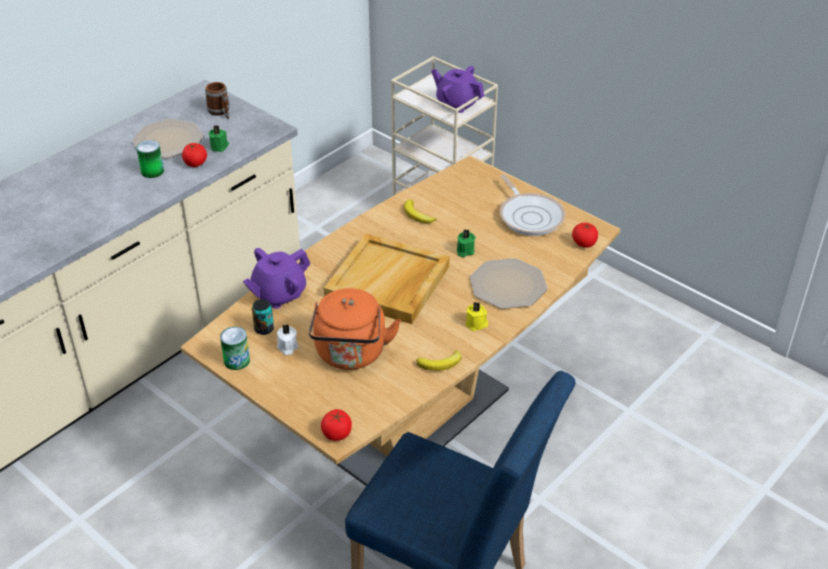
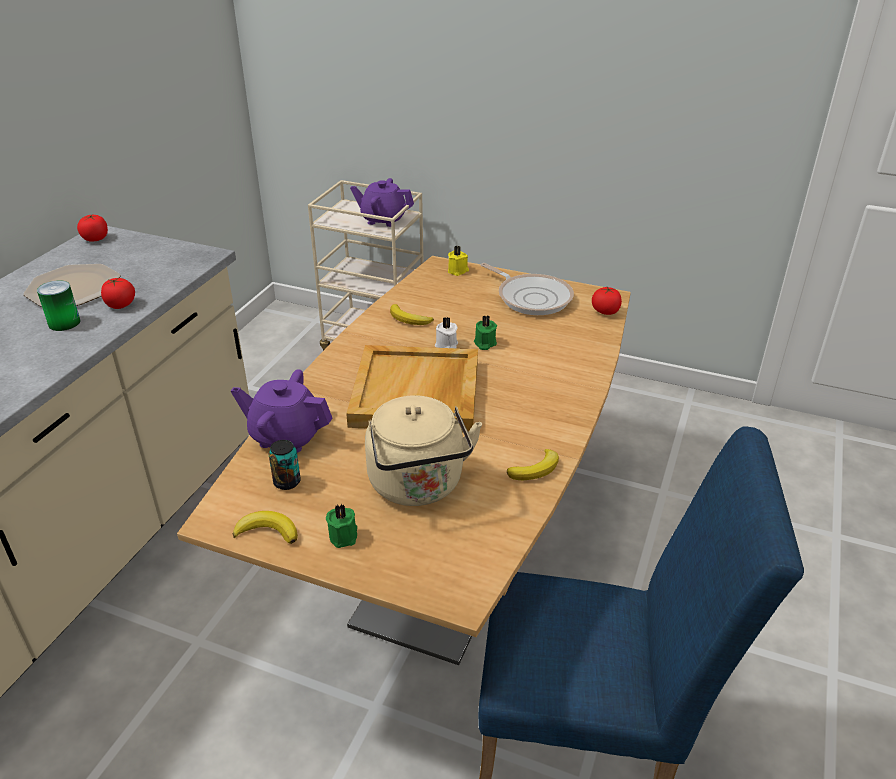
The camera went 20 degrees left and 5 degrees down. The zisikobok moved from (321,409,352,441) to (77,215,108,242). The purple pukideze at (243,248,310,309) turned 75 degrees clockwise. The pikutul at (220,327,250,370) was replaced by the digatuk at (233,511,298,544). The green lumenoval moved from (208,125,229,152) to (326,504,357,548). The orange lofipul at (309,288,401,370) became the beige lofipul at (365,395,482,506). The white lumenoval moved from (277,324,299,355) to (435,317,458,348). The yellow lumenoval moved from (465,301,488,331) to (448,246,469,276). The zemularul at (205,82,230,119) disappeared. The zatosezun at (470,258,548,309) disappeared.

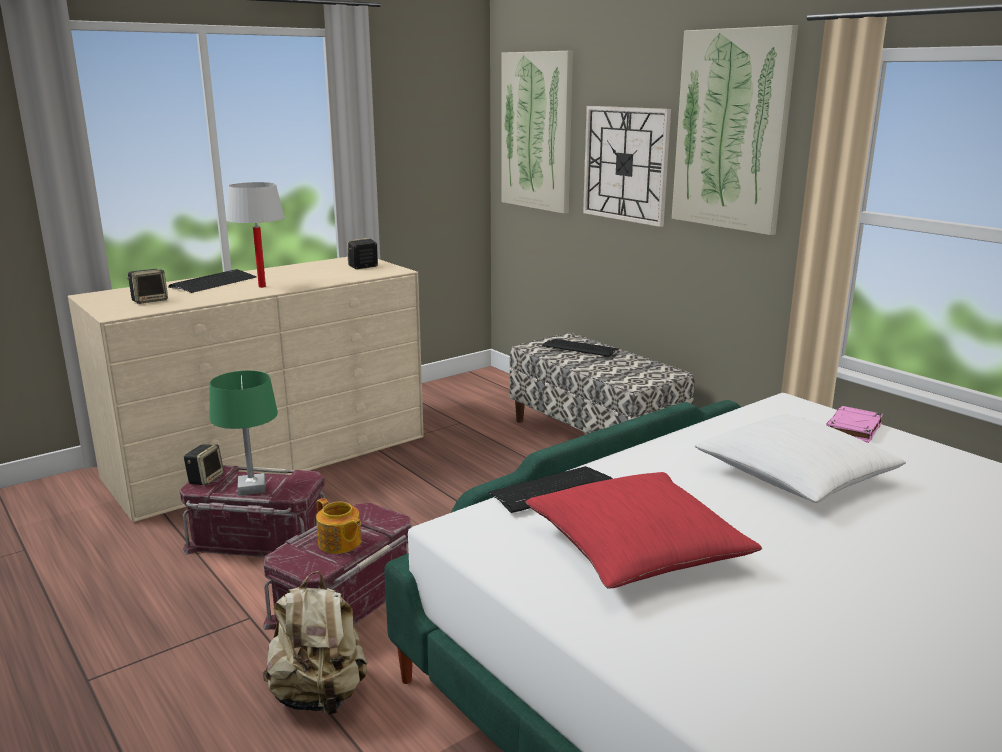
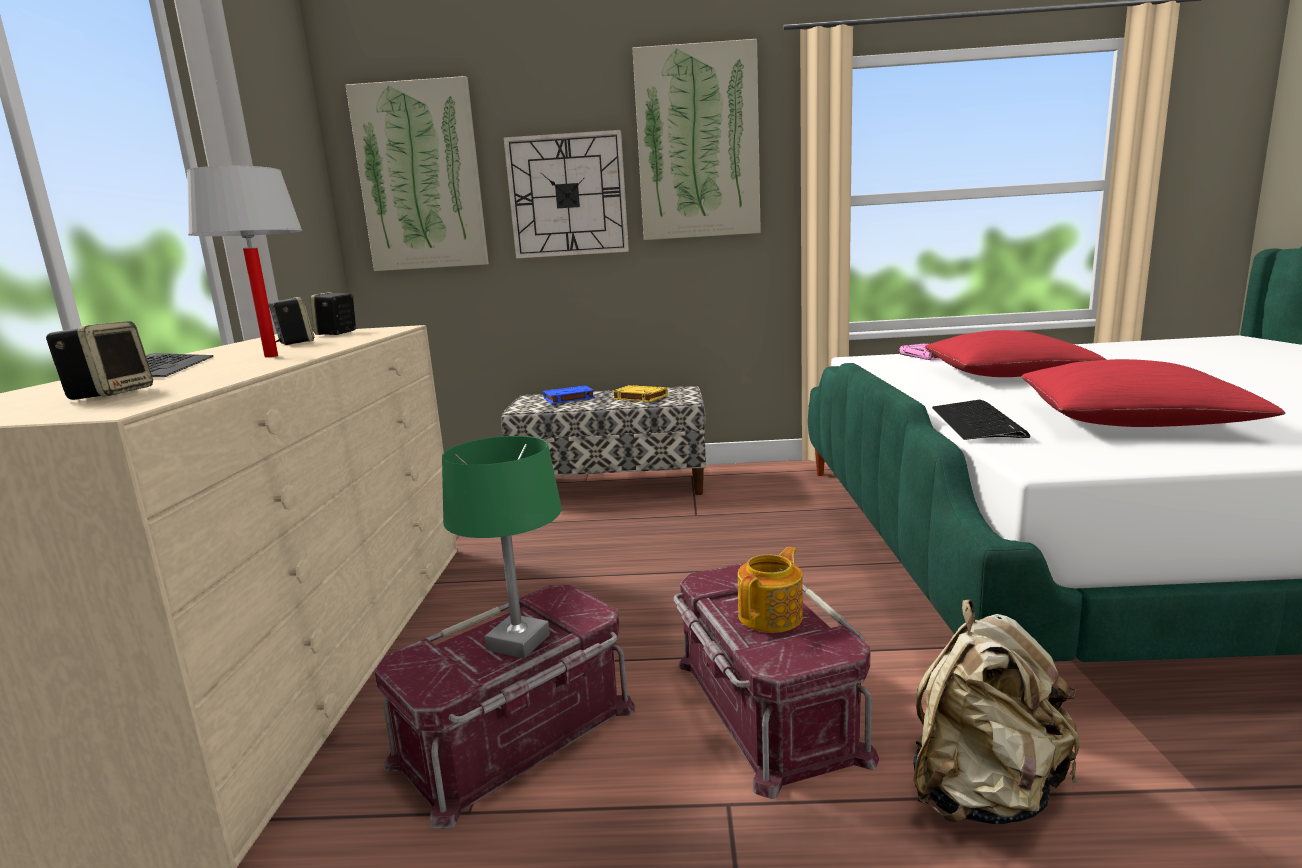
The camera went 50 degrees left and 5 degrees down. The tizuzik moved from (184,444,224,486) to (268,297,315,345). The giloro at (542,339,619,357) was replaced by the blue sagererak at (543,386,595,404). The yellow sagererak at (612,385,668,402) appeared. The pukideze at (316,498,361,554) turned 45 degrees counterclockwise. The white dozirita at (695,414,906,503) became the red dozirita at (925,330,1106,377).

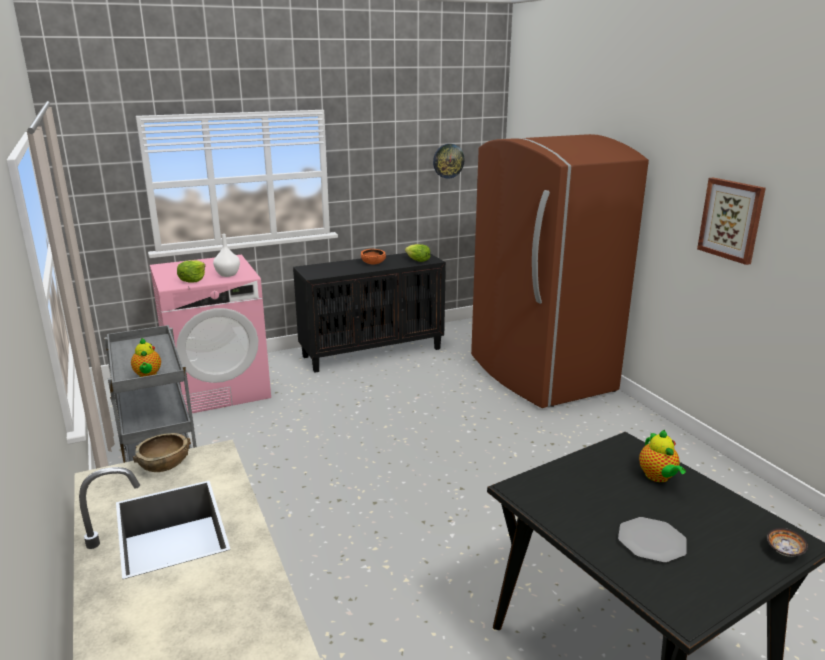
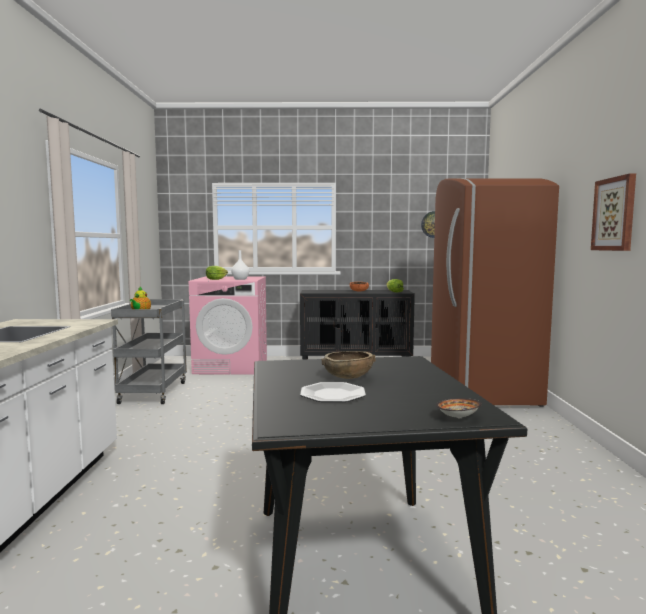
The camera went 25 degrees right and 15 degrees down. The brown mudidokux moved from (133,433,191,472) to (321,351,376,379). The pukideze at (639,430,686,482) disappeared.

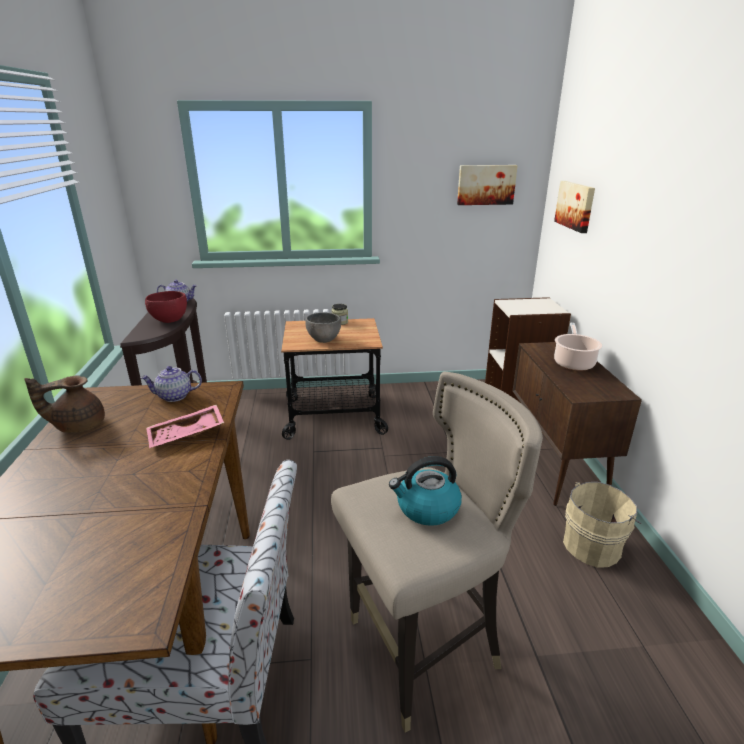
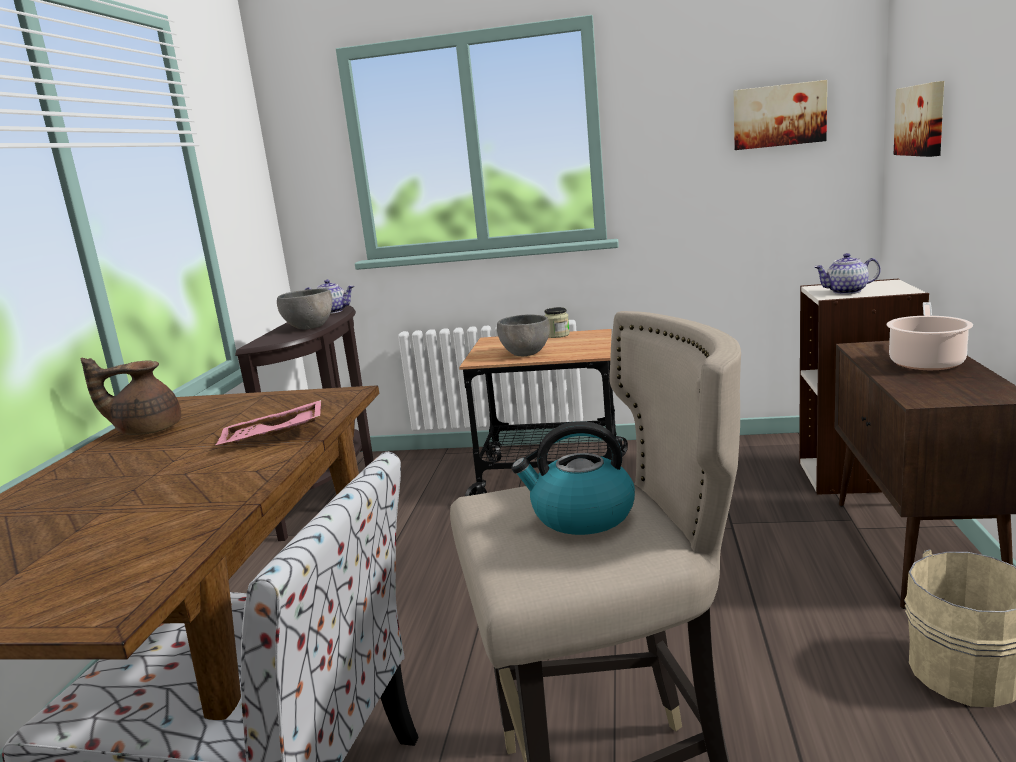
The camera went 15 degrees right and 10 degrees down. The red mudidokux at (145,291,187,323) became the grey mudidokux at (277,289,332,330). The pukideze moved from (140,366,202,402) to (814,253,881,294).

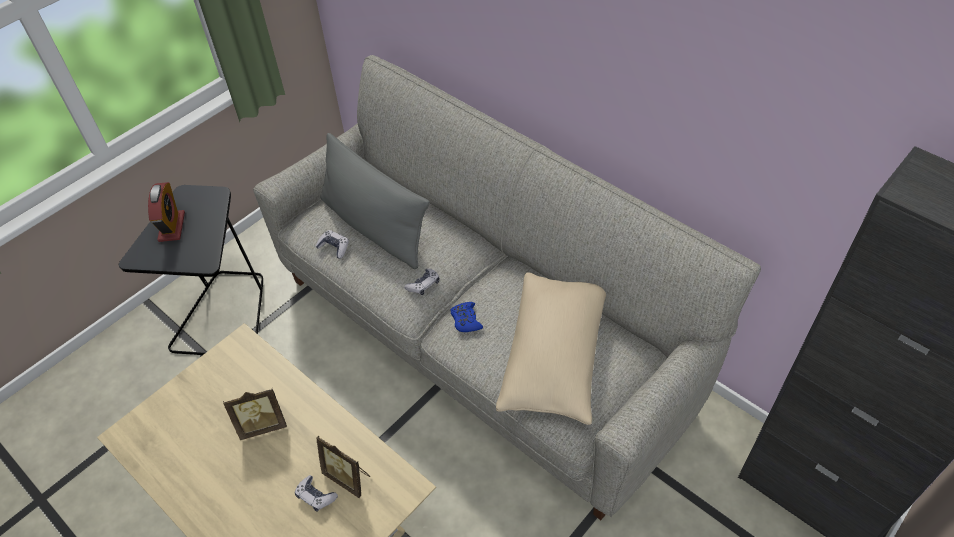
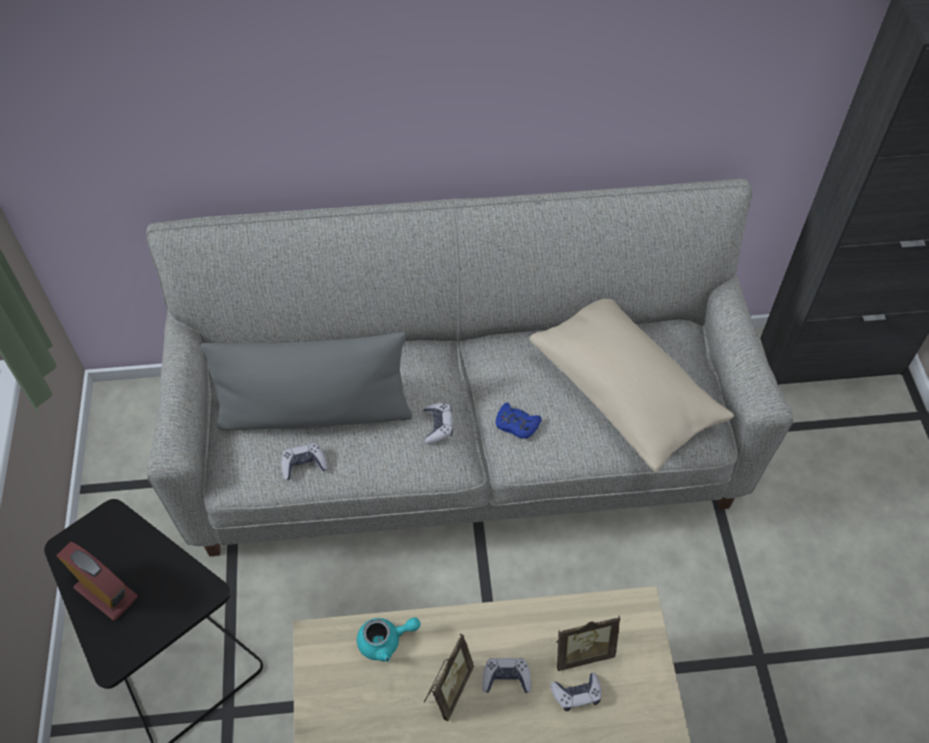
The camera went 50 degrees left and 5 degrees up. The turquoise pukideze at (357,617,421,662) appeared. The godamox at (482,658,531,693) appeared.

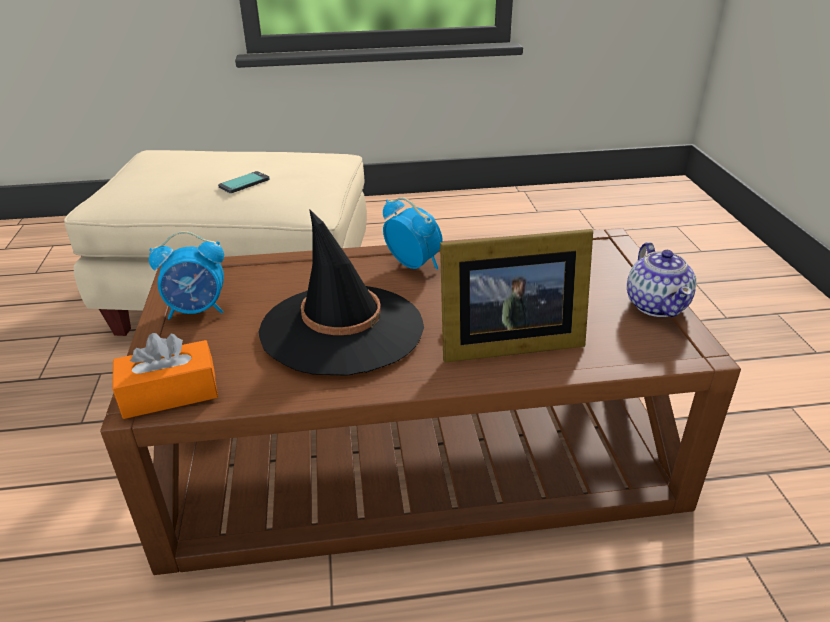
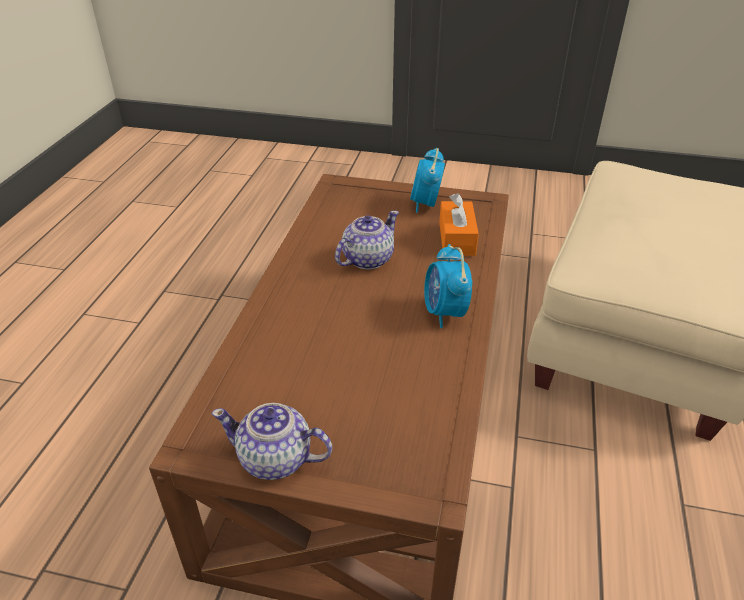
The camera went 110 degrees right and 5 degrees up. The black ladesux at (258,209,424,376) was replaced by the pukideze at (335,211,399,269). The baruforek at (383,197,443,270) turned 105 degrees clockwise. The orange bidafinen moved from (112,333,218,419) to (439,193,479,256). The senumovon at (218,171,270,193) disappeared. The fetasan at (440,229,593,363) disappeared.

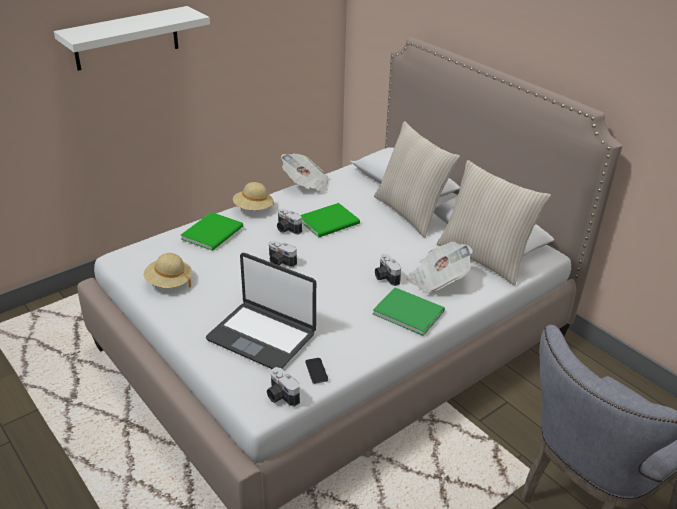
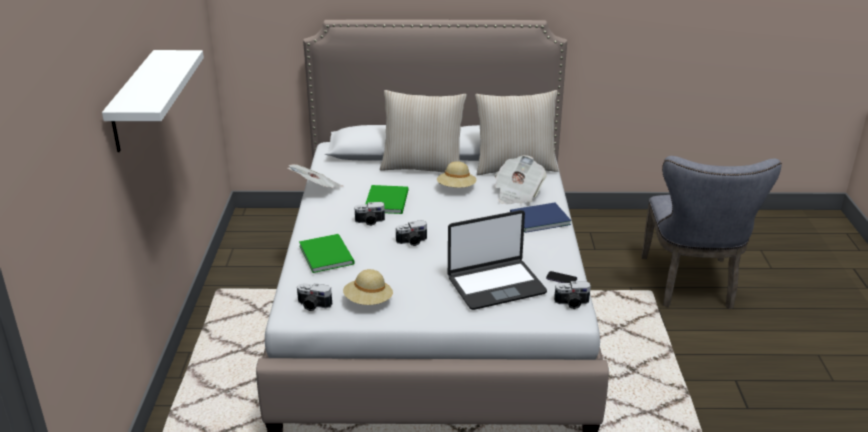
The camera went 50 degrees left and 5 degrees down. The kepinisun moved from (375,254,401,286) to (297,283,332,311). The beige ladesux moved from (233,182,274,210) to (437,161,476,188). The green sagererak at (373,288,445,336) became the blue sagererak at (510,203,571,233).

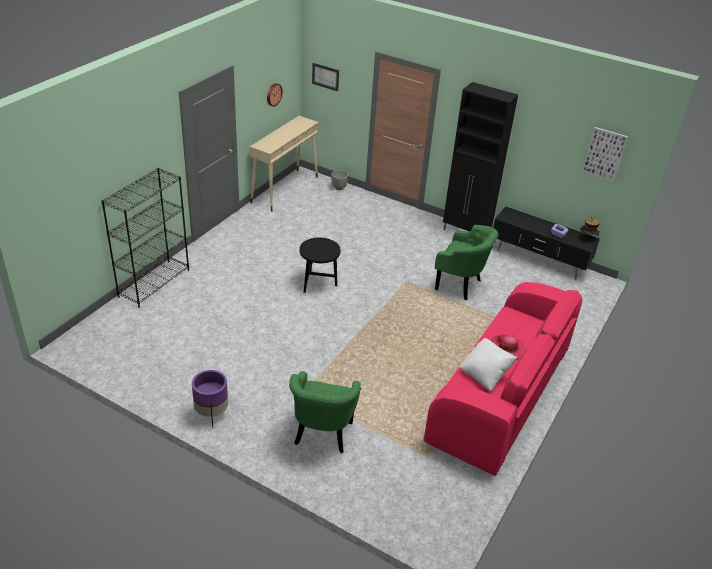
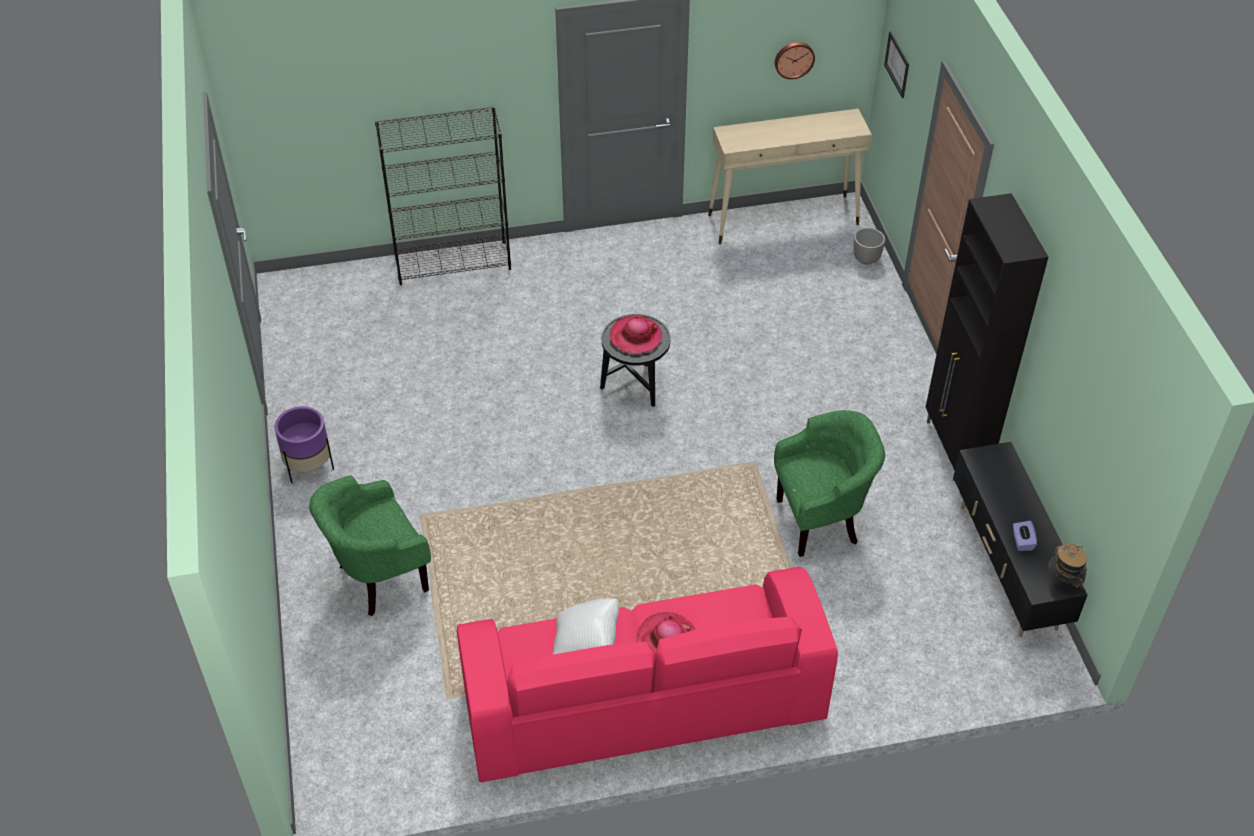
The camera went 50 degrees right and 10 degrees up. The ladesux at (610,315,662,354) appeared. The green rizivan at (435,225,498,300) turned 90 degrees counterclockwise. The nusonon at (582,127,628,182) disappeared.

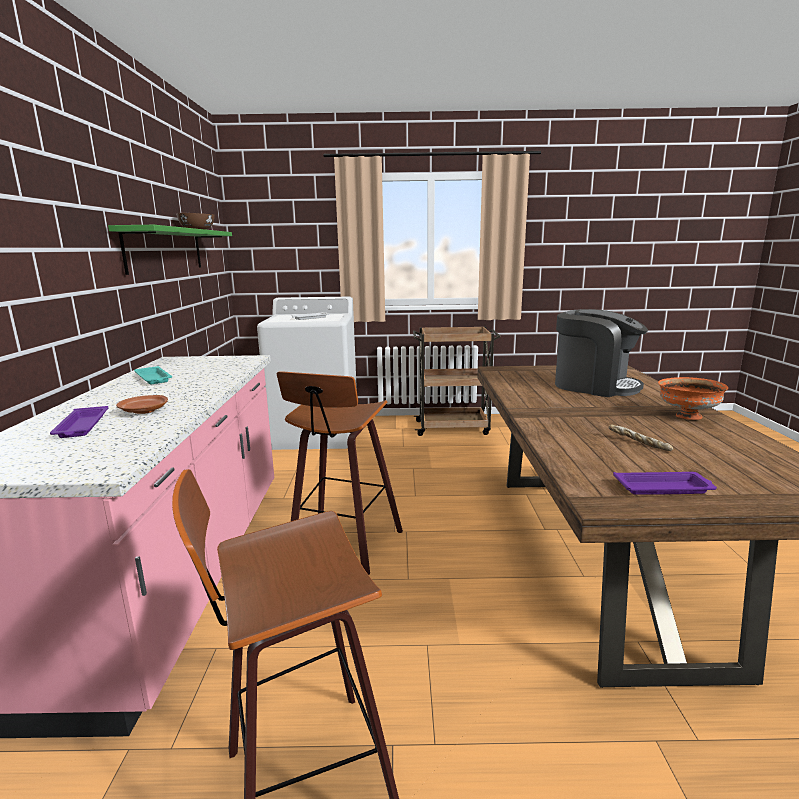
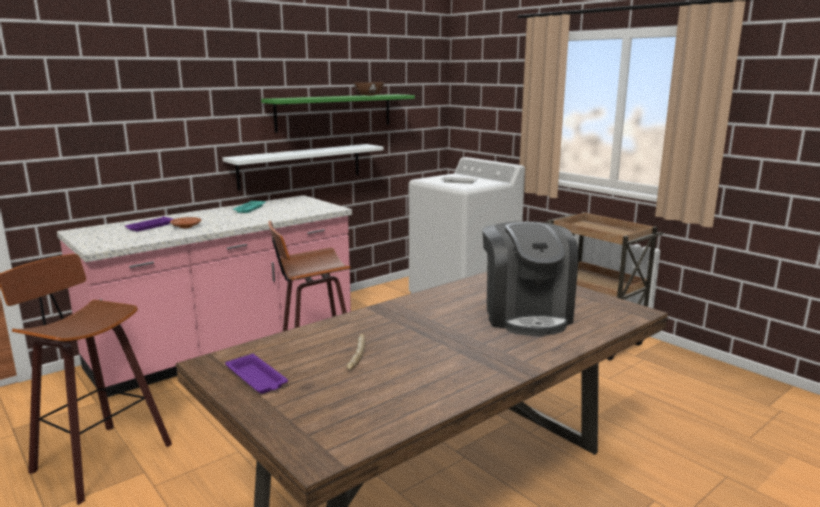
The camera went 50 degrees right and 0 degrees up. The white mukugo at (223,144,384,190) appeared. The orange mudidokux at (658,377,728,420) disappeared.

